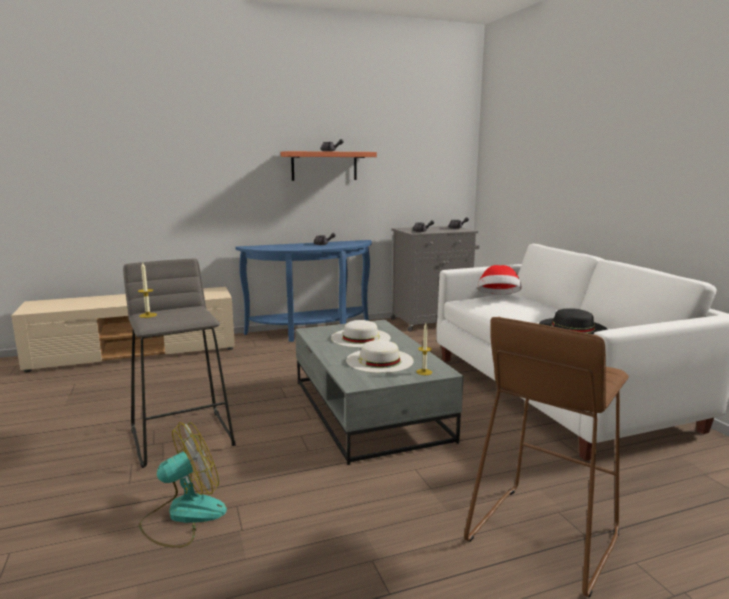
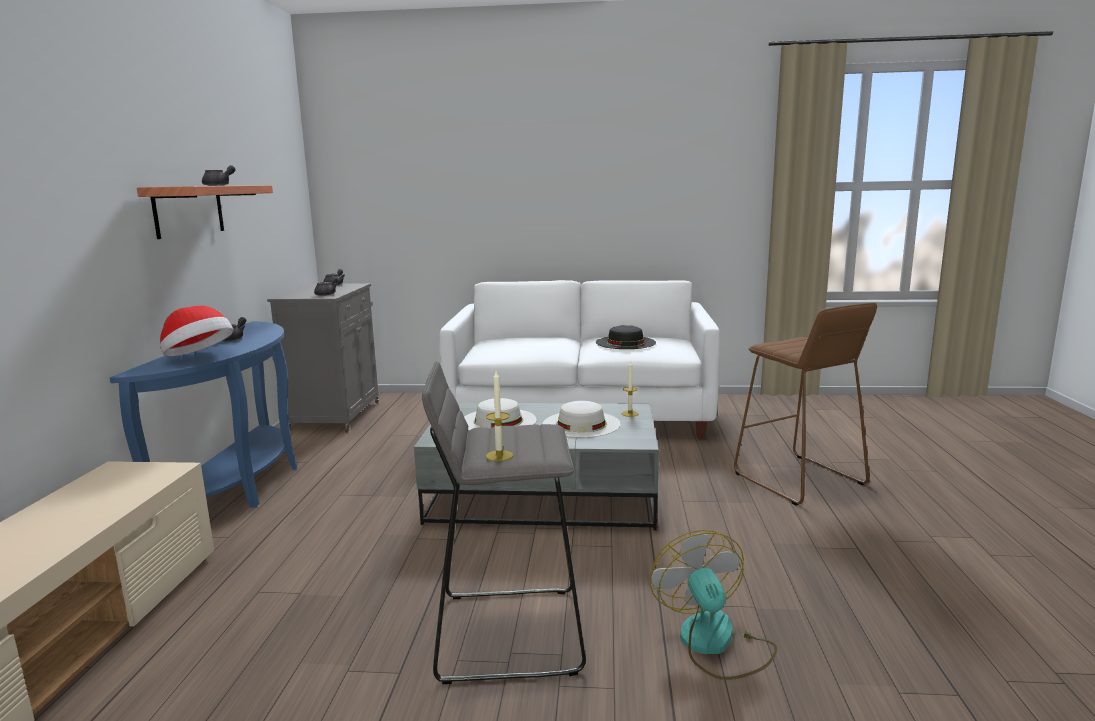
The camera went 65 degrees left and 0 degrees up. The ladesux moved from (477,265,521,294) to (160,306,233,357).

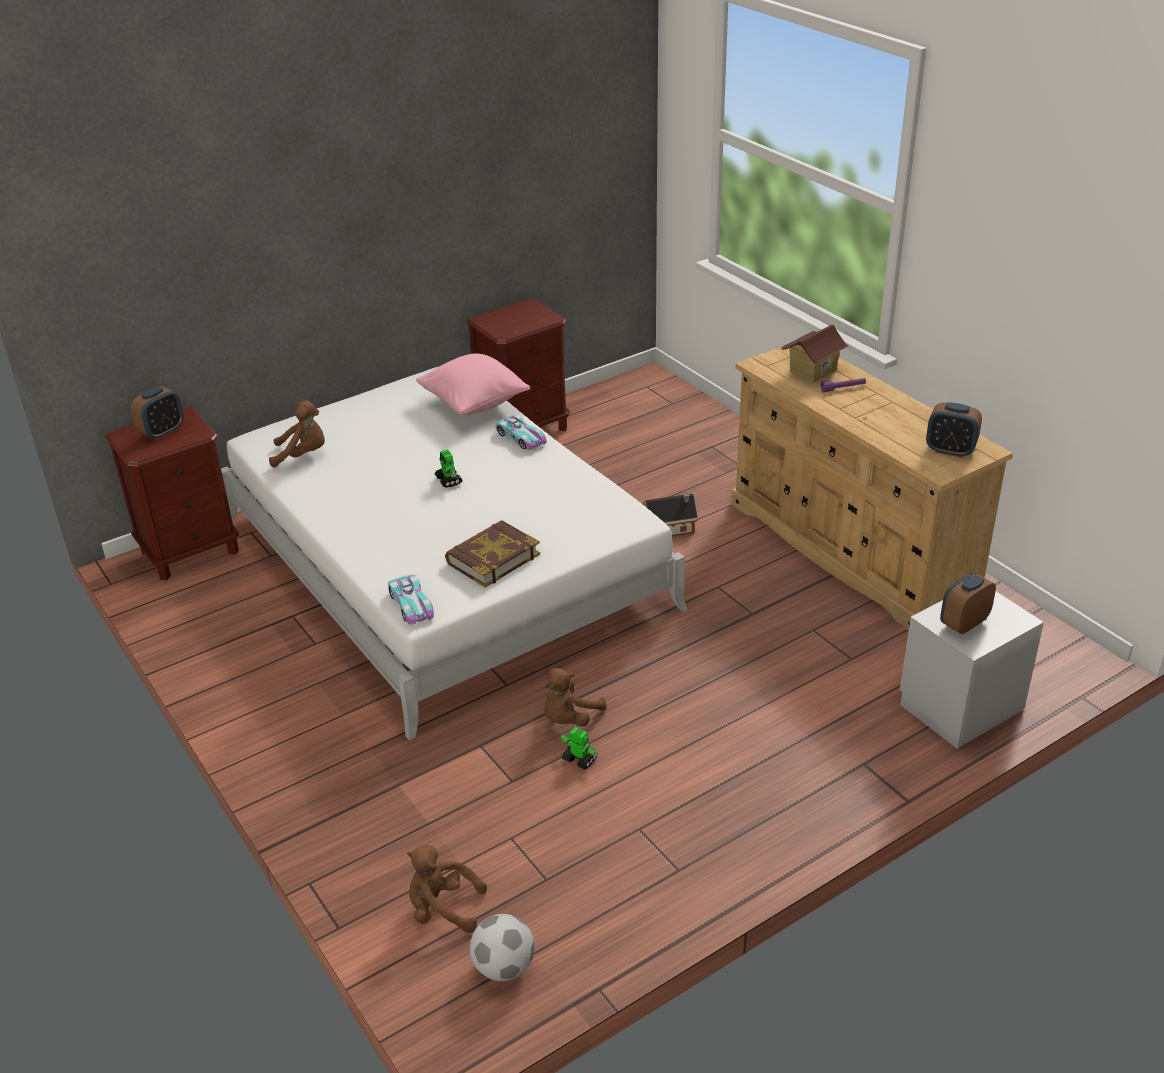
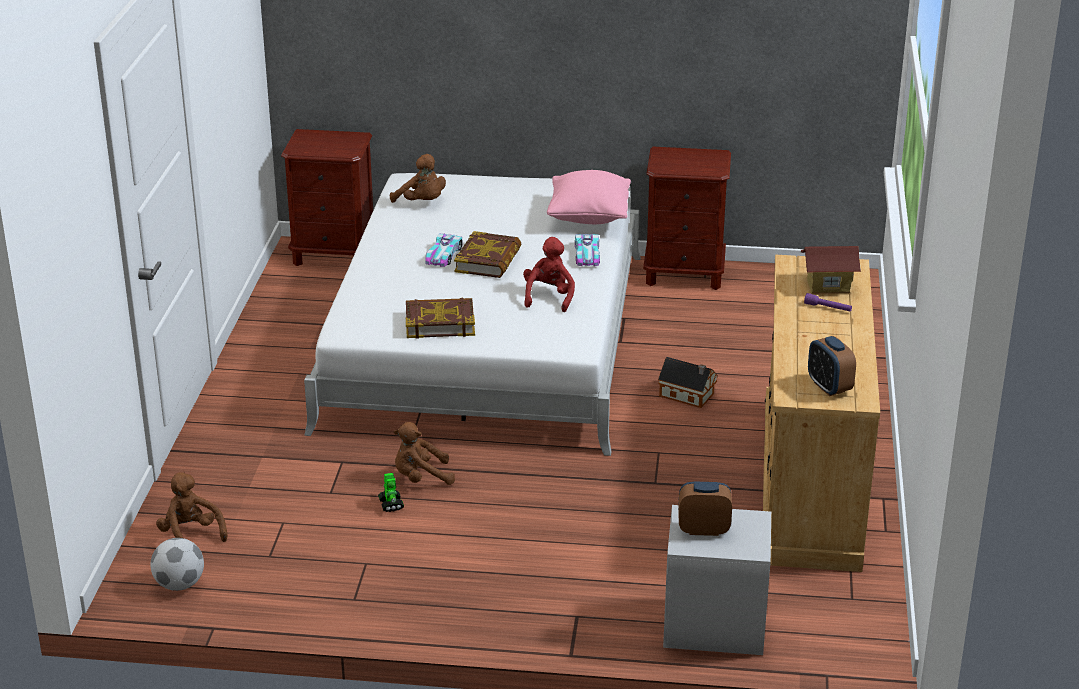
The camera went 40 degrees right and 5 degrees down. The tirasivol moved from (388,575,434,625) to (425,234,462,267). The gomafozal at (435,449,462,488) was replaced by the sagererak at (454,231,521,278). The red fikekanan at (523,237,575,312) appeared. The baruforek at (131,386,184,440) disappeared.

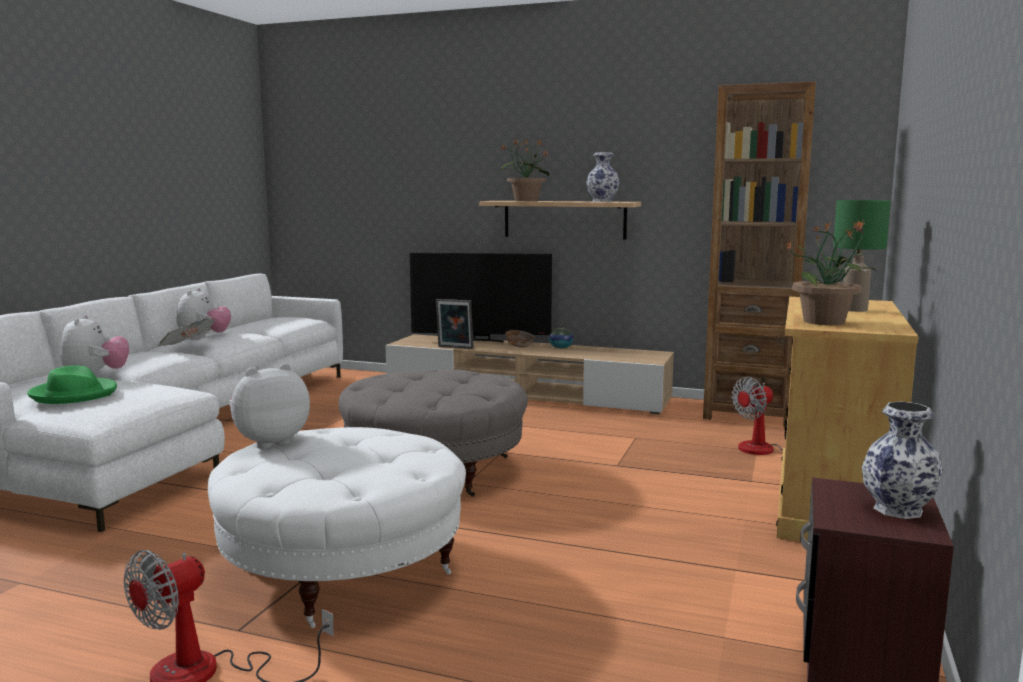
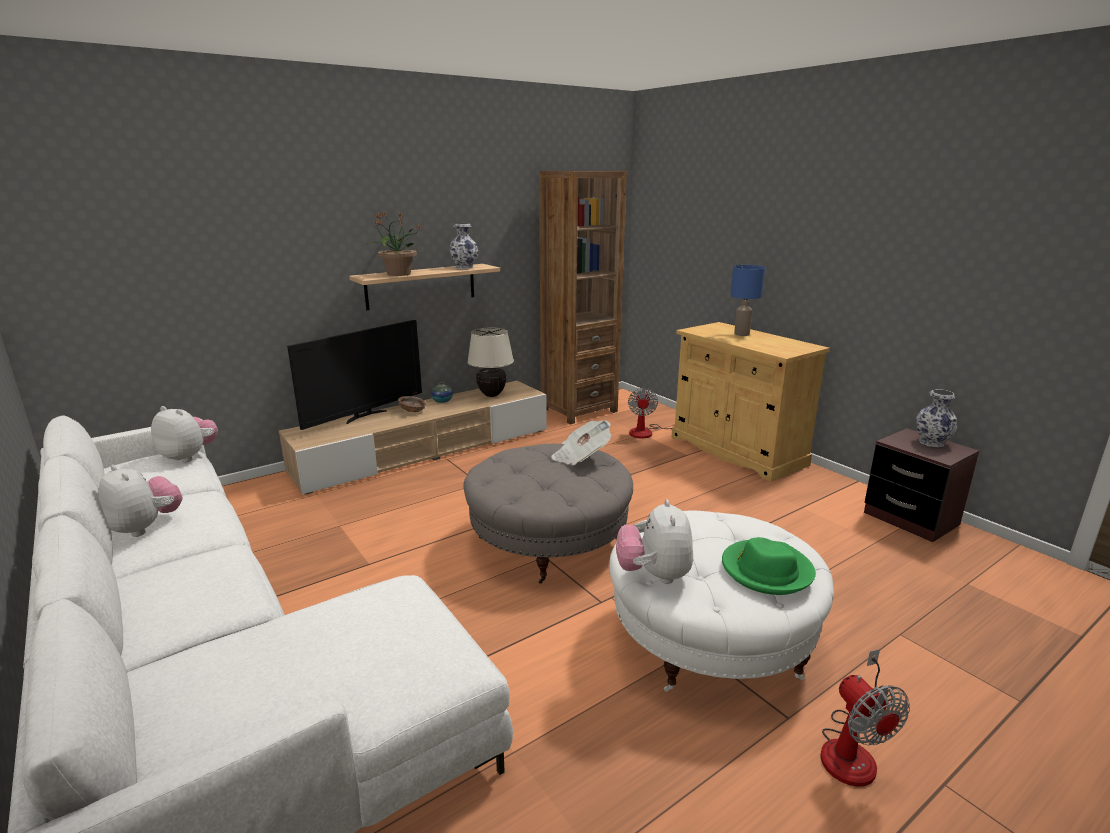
The camera went 55 degrees left and 10 degrees up. The fikekanan moved from (61,315,129,374) to (151,406,218,463). The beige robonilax at (467,328,514,397) appeared. The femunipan moved from (157,318,215,346) to (551,420,612,466). The green ladesux moved from (27,365,117,404) to (722,537,816,595). The green robonilax at (833,200,891,312) became the blue robonilax at (730,265,765,336). The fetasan at (436,299,473,349) disappeared. The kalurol at (785,220,877,325) disappeared.

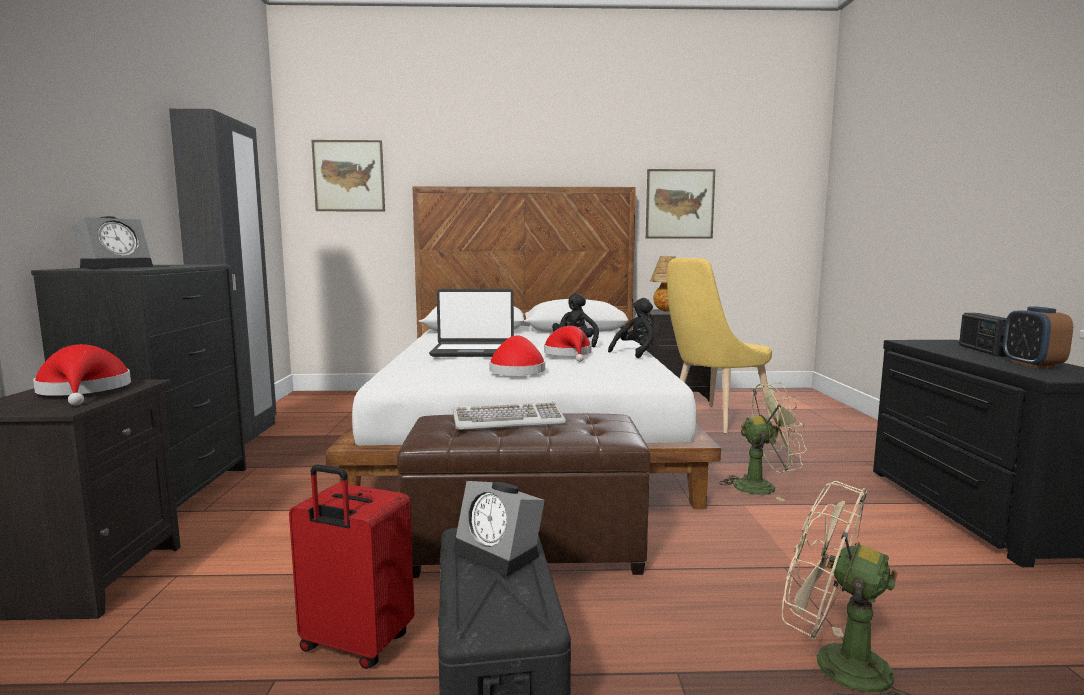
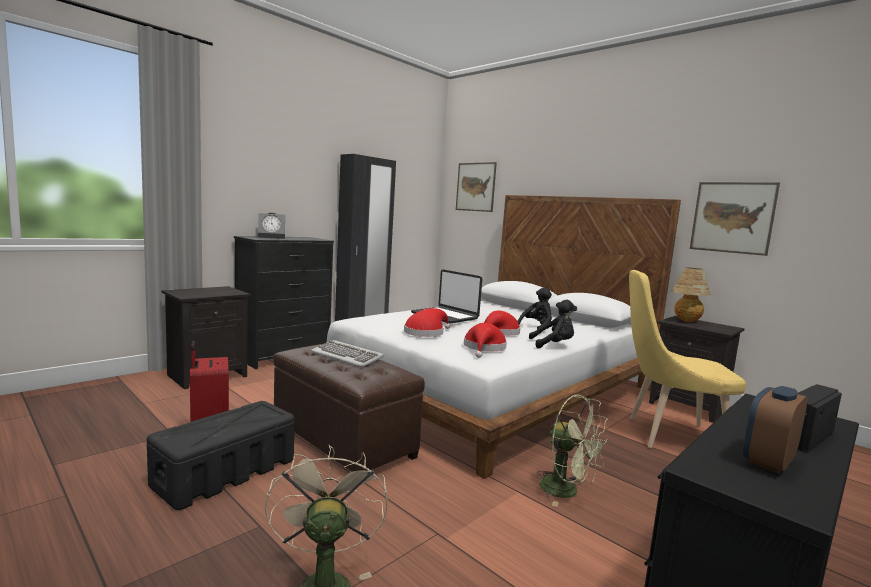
The camera went 45 degrees right and 0 degrees up. The red ladesux moved from (33,344,131,406) to (464,323,507,358). The baruforek at (453,481,545,577) disappeared.

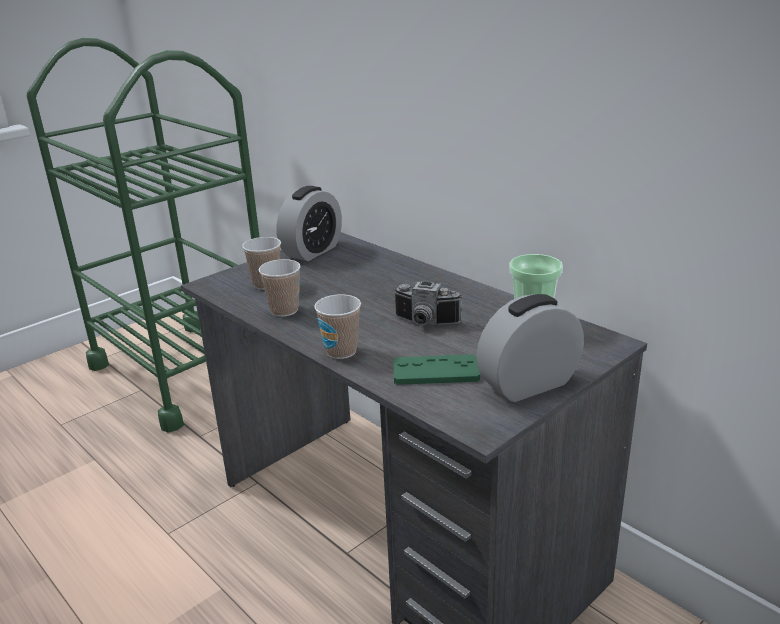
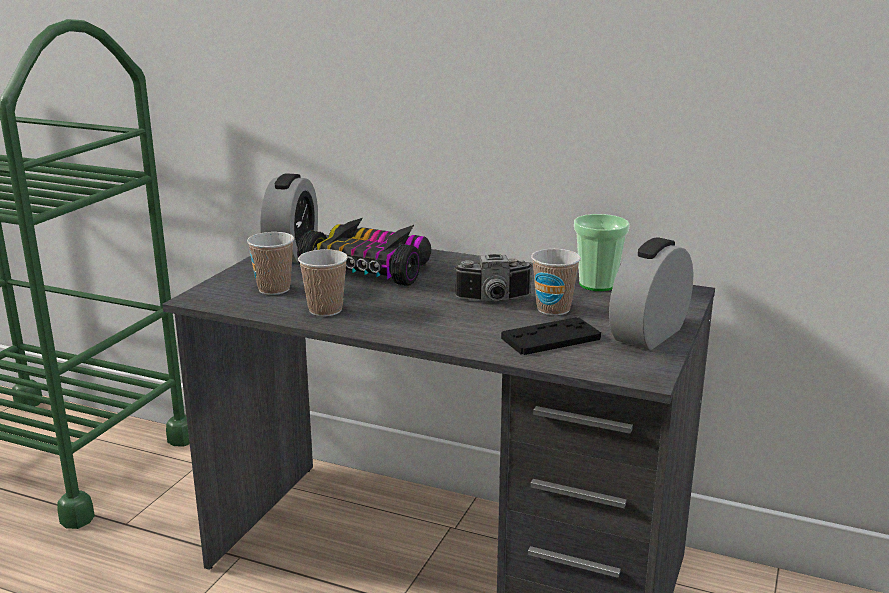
The camera went 25 degrees left and 5 degrees down. The tirasivol at (297,218,431,286) appeared. The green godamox at (393,354,480,385) became the black godamox at (501,317,601,355). The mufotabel moved from (314,294,361,359) to (531,249,581,316).

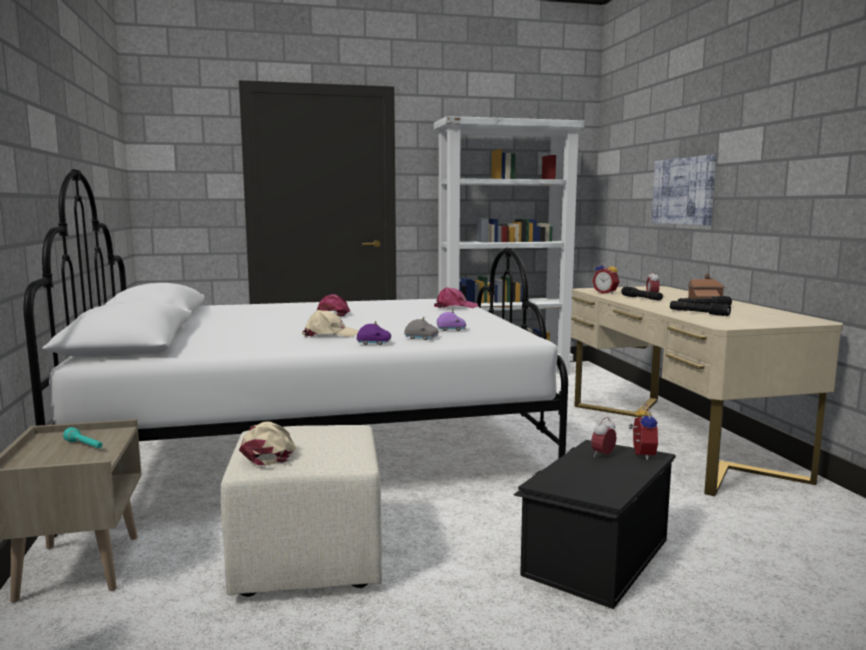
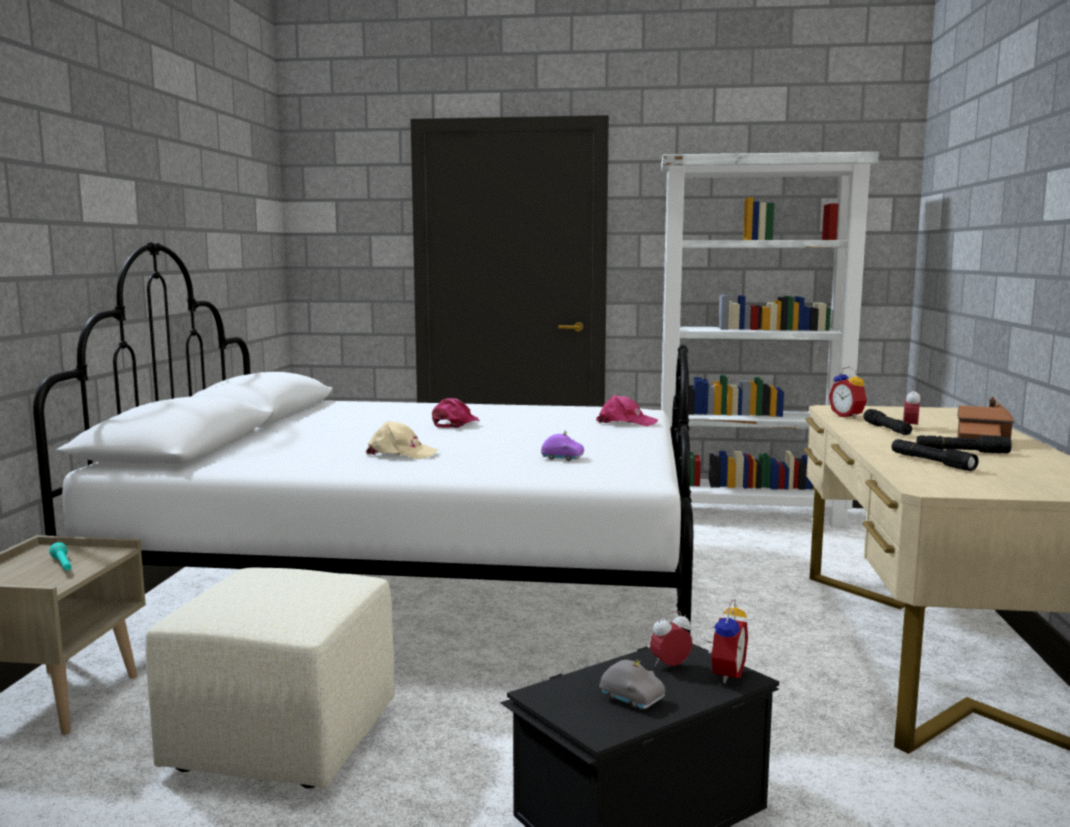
The camera went 20 degrees right and 0 degrees up. The grey tirasivol moved from (404,316,439,340) to (599,659,665,709). The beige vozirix at (239,422,296,465) disappeared. The purple tirasivol at (357,321,391,345) disappeared. The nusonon at (651,155,716,226) disappeared.

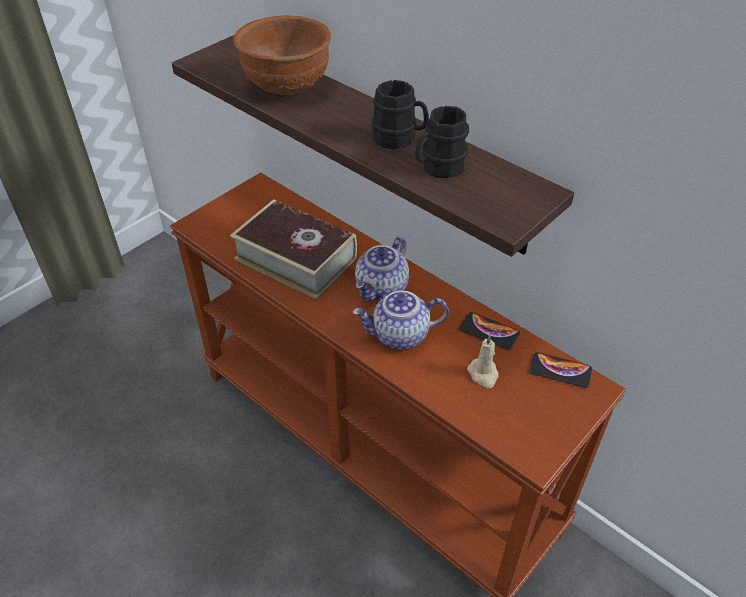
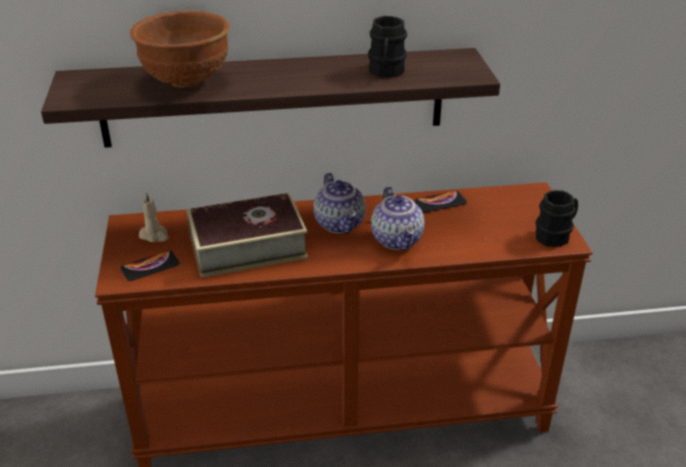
The camera went 50 degrees left and 10 degrees down. The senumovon moved from (530,352,592,388) to (120,250,180,281). The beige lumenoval moved from (467,335,499,388) to (139,192,169,242). The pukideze at (352,291,449,350) turned 45 degrees counterclockwise. The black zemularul moved from (371,80,429,149) to (535,190,578,247).

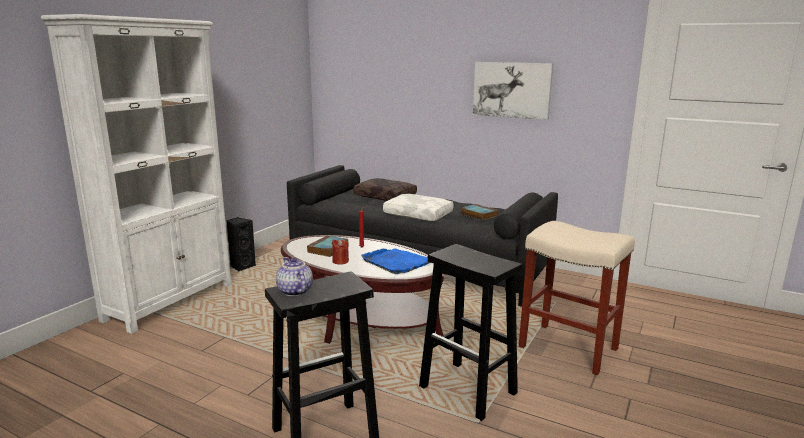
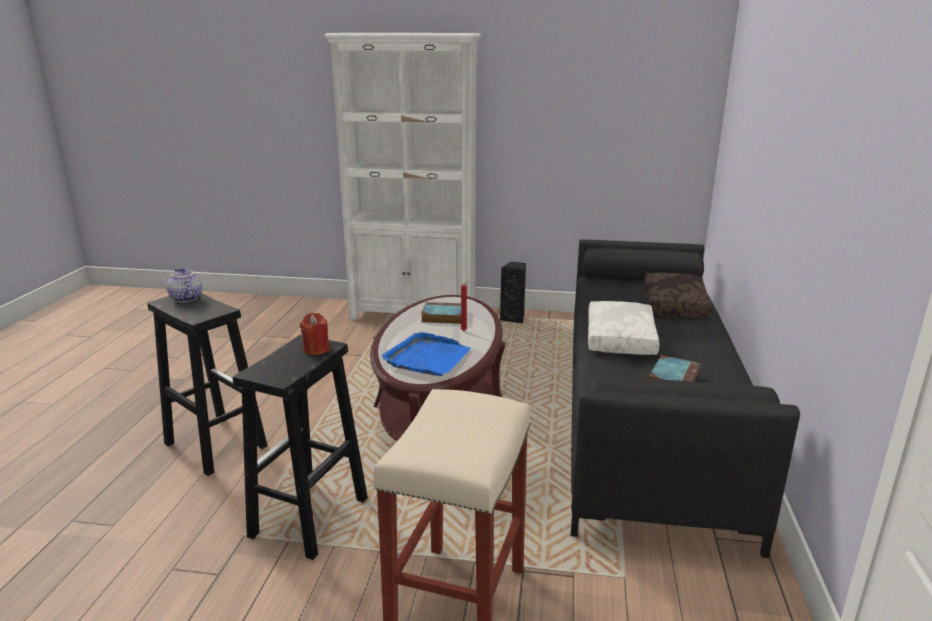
The camera went 70 degrees right and 5 degrees up. The pukideze at (276,257,313,296) turned 75 degrees counterclockwise. The red lumenoval moved from (332,239,349,264) to (300,313,330,355). The nusonon at (473,62,553,120) disappeared.

